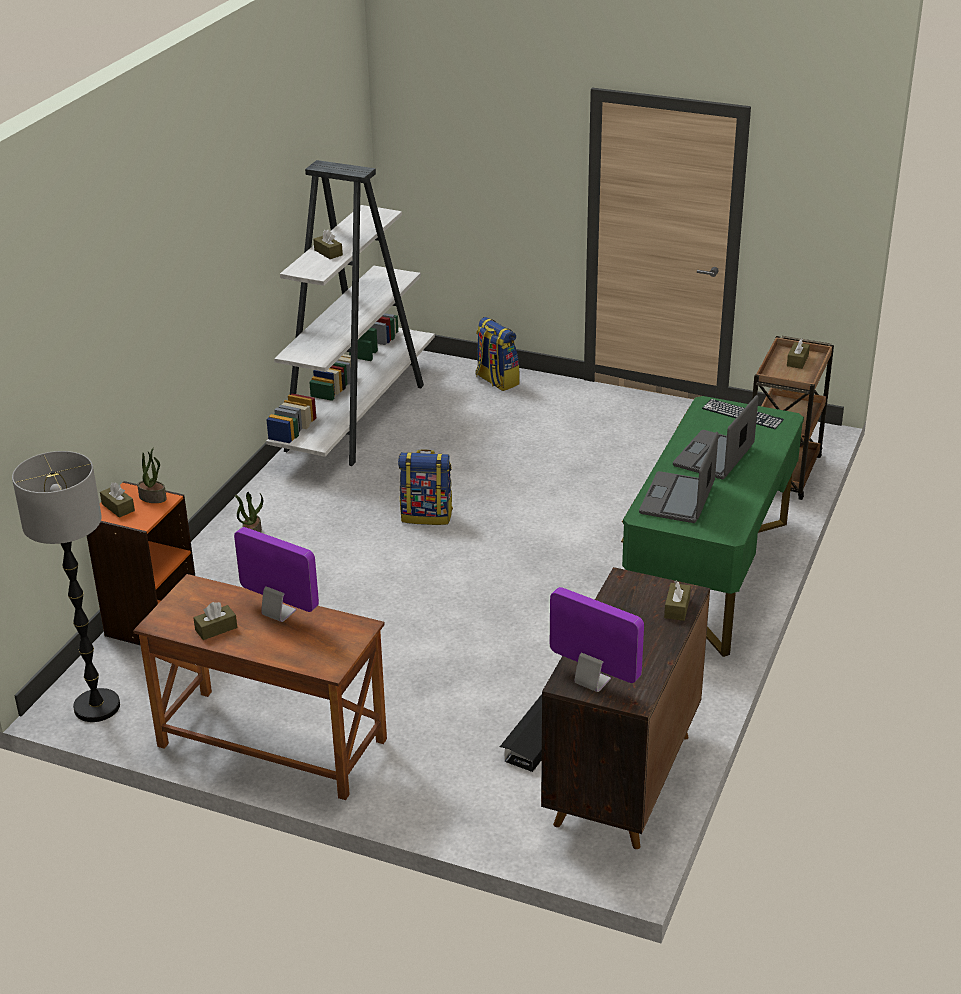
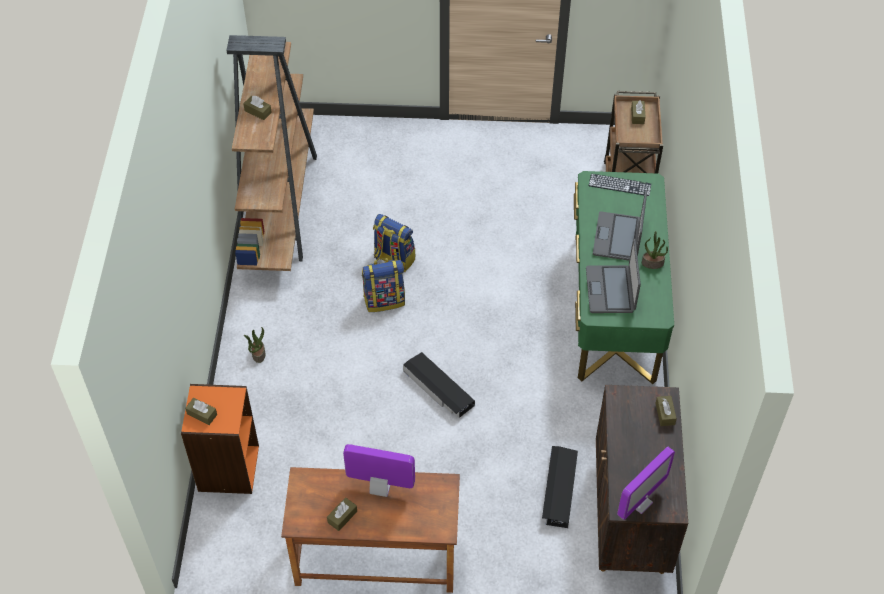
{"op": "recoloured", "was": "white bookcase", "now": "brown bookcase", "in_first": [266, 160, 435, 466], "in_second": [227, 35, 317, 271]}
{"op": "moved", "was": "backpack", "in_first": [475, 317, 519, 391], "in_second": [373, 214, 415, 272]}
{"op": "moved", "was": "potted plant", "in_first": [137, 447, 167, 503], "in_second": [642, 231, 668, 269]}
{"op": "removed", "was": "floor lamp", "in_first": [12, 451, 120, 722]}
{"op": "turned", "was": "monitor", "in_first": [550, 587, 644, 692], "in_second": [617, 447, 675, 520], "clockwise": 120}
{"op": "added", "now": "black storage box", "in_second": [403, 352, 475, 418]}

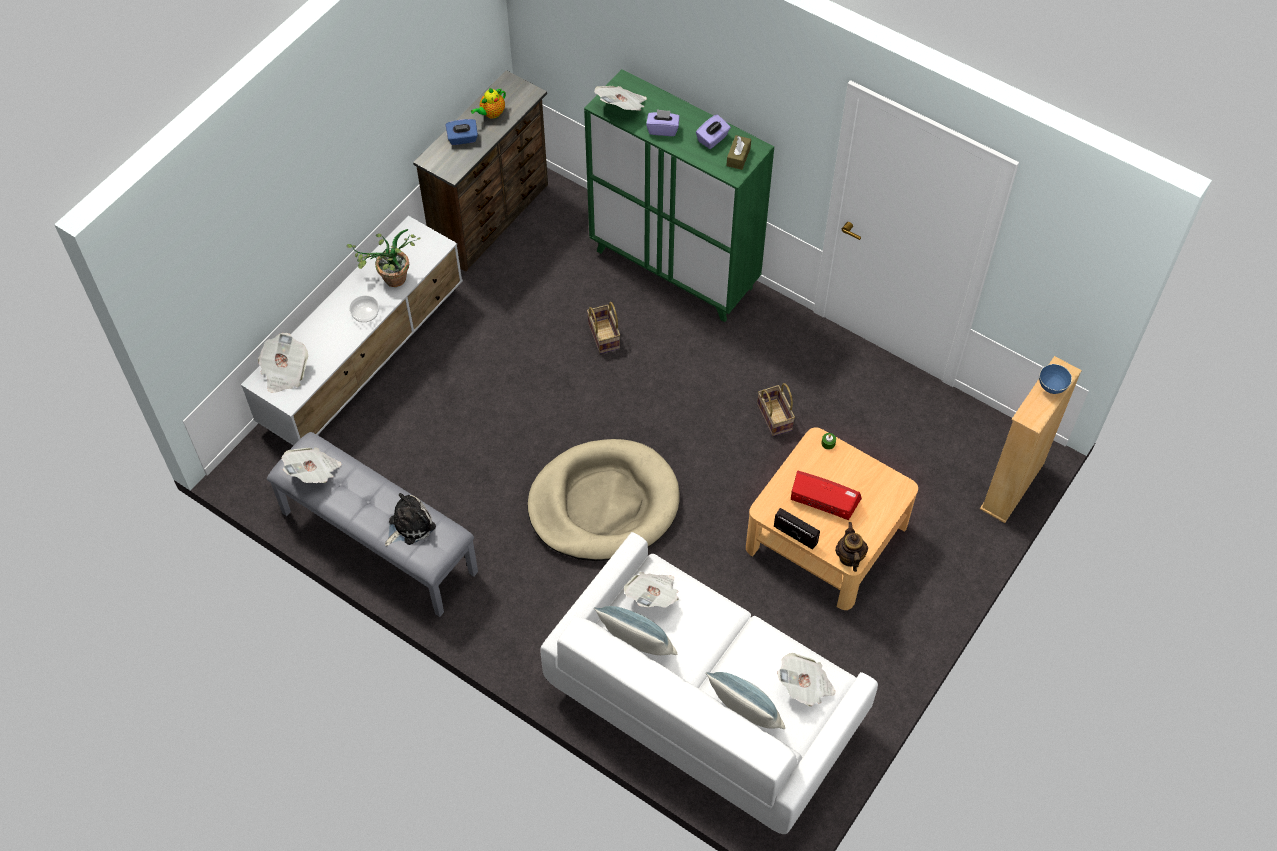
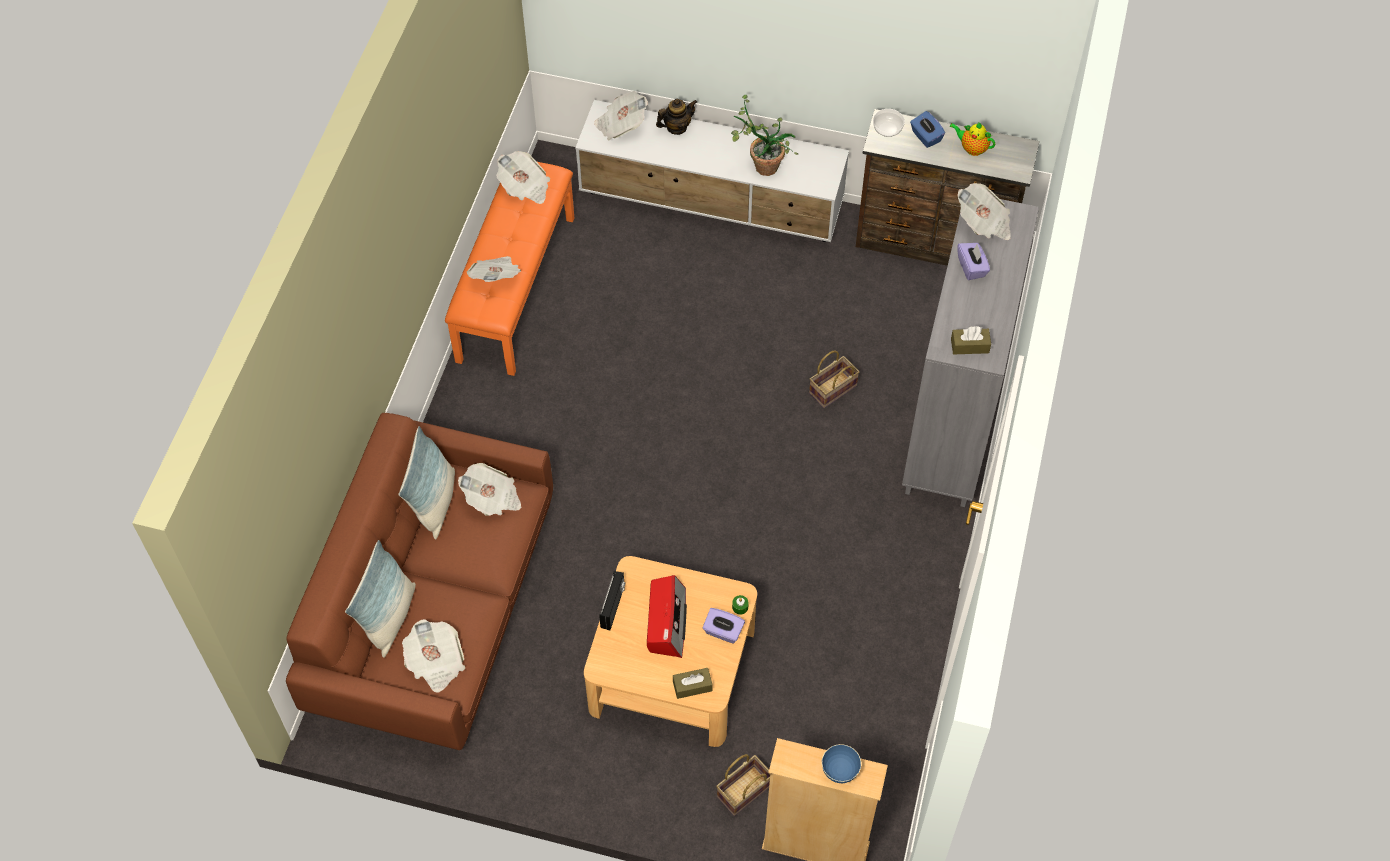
{"op": "recoloured", "was": "green cabinet", "now": "grey cabinet", "in_first": [584, 69, 774, 322], "in_second": [902, 199, 1039, 507]}
{"op": "moved", "was": "purple tissue box", "in_first": [696, 114, 731, 149], "in_second": [703, 608, 745, 644]}
{"op": "moved", "was": "bowl", "in_first": [349, 295, 379, 322], "in_second": [873, 109, 905, 137]}
{"op": "moved", "was": "basket", "in_first": [757, 383, 795, 436], "in_second": [716, 754, 770, 816]}
{"op": "recoloured", "was": "grey bench", "now": "orange bench", "in_first": [267, 432, 478, 617], "in_second": [445, 161, 574, 376]}
{"op": "removed", "was": "beige dog bed", "in_first": [528, 439, 680, 561]}
{"op": "replaced", "was": "plush toy", "now": "newspaper", "in_first": [385, 493, 436, 546], "in_second": [467, 256, 521, 282]}
{"op": "moved", "was": "teapot", "in_first": [835, 522, 868, 572], "in_second": [656, 99, 697, 135]}
{"op": "recoloured", "was": "white sofa", "now": "brown sofa", "in_first": [541, 532, 878, 834], "in_second": [286, 413, 553, 750]}
{"op": "added", "now": "brown tissue box", "in_second": [673, 668, 713, 699]}

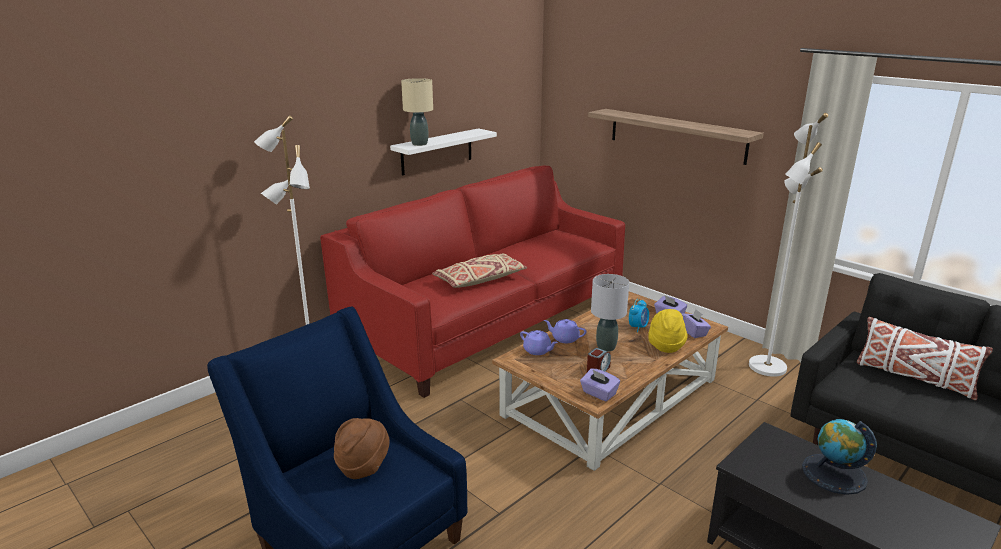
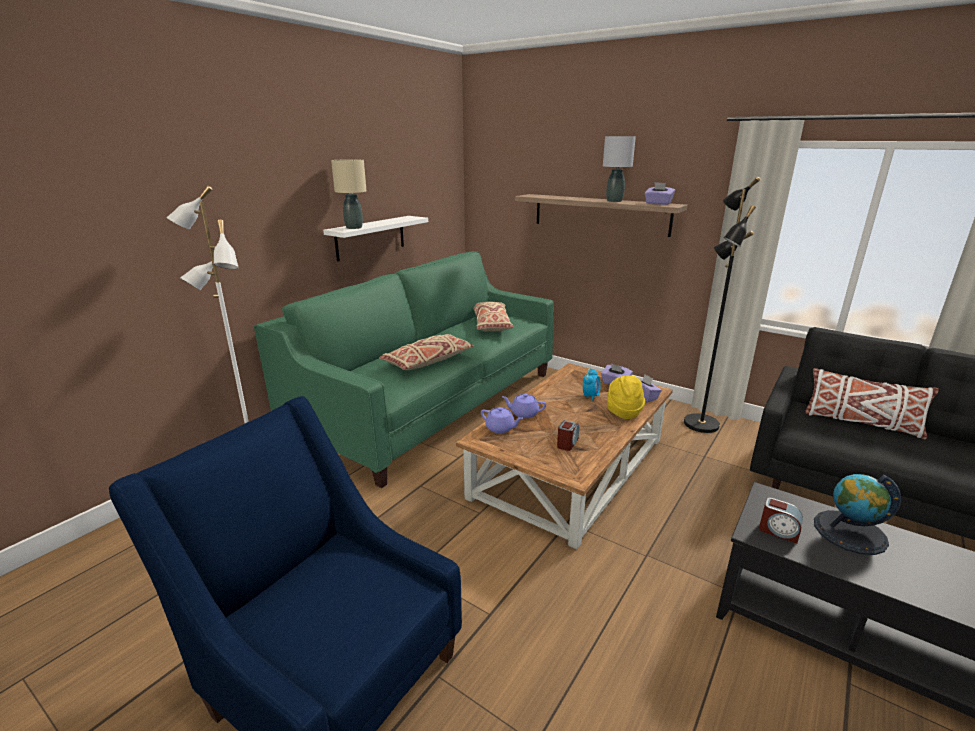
{"op": "recoloured", "was": "white floor lamp", "now": "black floor lamp", "in_first": [749, 113, 828, 377], "in_second": [684, 177, 761, 433]}
{"op": "recoloured", "was": "red sofa", "now": "green sofa", "in_first": [320, 166, 625, 398], "in_second": [254, 251, 554, 488]}
{"op": "moved", "was": "grey table lamp", "in_first": [591, 274, 629, 352], "in_second": [603, 136, 636, 202]}
{"op": "moved", "was": "purple tissue box", "in_first": [580, 368, 620, 402], "in_second": [645, 182, 675, 205]}
{"op": "removed", "was": "brown hat", "in_first": [334, 418, 390, 479]}
{"op": "added", "now": "beige pillow", "in_second": [474, 302, 514, 331]}
{"op": "added", "now": "alarm clock", "in_second": [759, 498, 803, 543]}

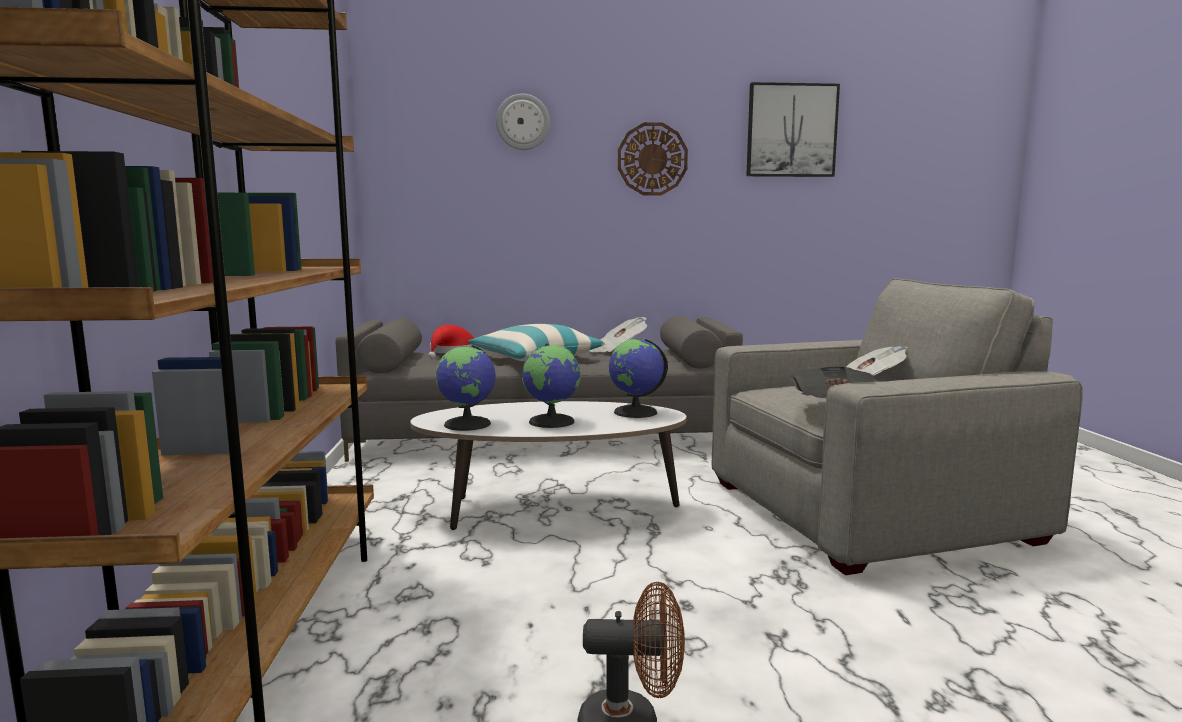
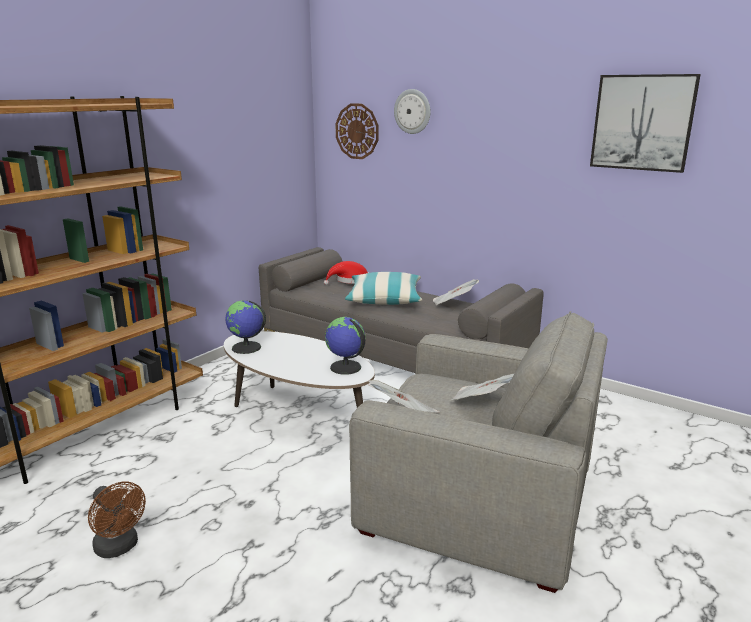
{"op": "moved", "was": "wall clock", "in_first": [618, 122, 688, 195], "in_second": [335, 103, 379, 159]}
{"op": "removed", "was": "globe", "in_first": [522, 343, 581, 428]}

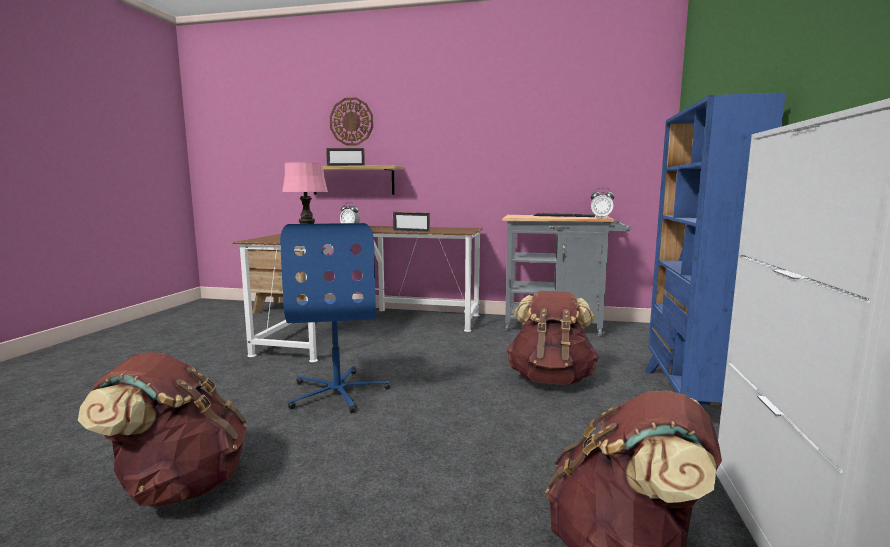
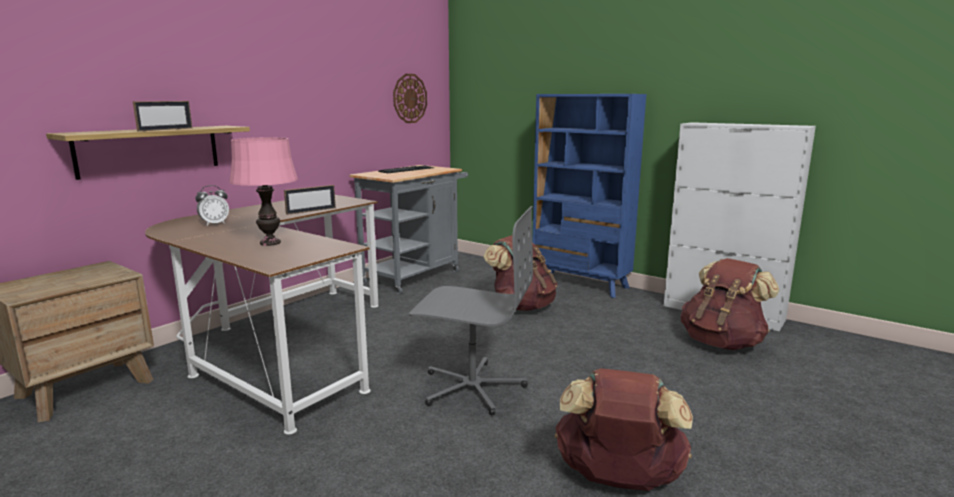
{"op": "moved", "was": "wall clock", "in_first": [330, 97, 373, 146], "in_second": [393, 74, 427, 123]}
{"op": "removed", "was": "alarm clock", "in_first": [591, 188, 615, 218]}
{"op": "recoloured", "was": "blue office chair", "now": "grey office chair", "in_first": [280, 223, 390, 413], "in_second": [409, 206, 533, 415]}

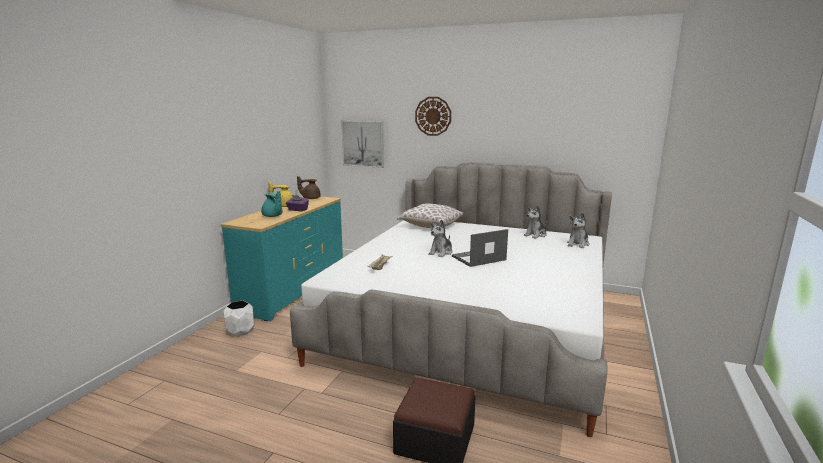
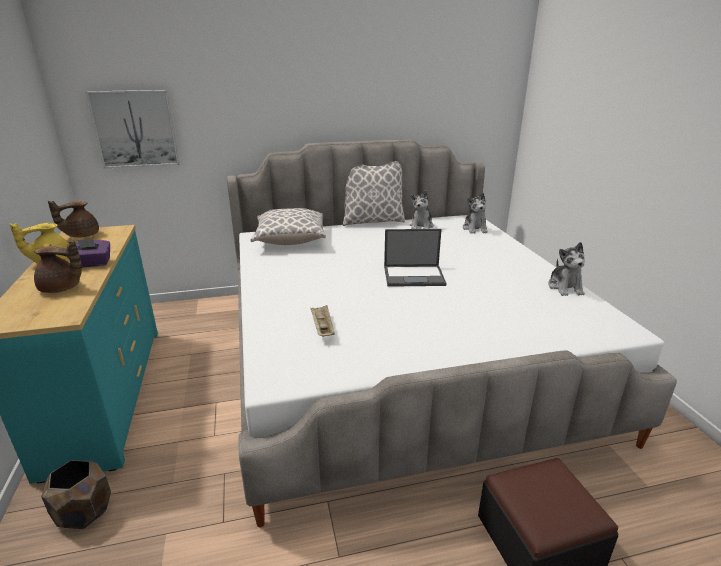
{"op": "removed", "was": "wall clock", "in_first": [415, 97, 451, 136]}
{"op": "recoloured", "was": "turquoise teapot", "now": "brown teapot", "in_first": [261, 191, 282, 217], "in_second": [34, 241, 82, 293]}
{"op": "moved", "was": "plush toy", "in_first": [428, 220, 453, 257], "in_second": [548, 242, 585, 296]}
{"op": "turned", "was": "laptop", "in_first": [452, 229, 508, 267], "in_second": [384, 229, 446, 287], "clockwise": -120}
{"op": "recoloured", "was": "white planter", "now": "brown planter", "in_first": [223, 301, 255, 337], "in_second": [41, 460, 111, 529]}
{"op": "added", "now": "pillow", "in_second": [343, 161, 405, 226]}

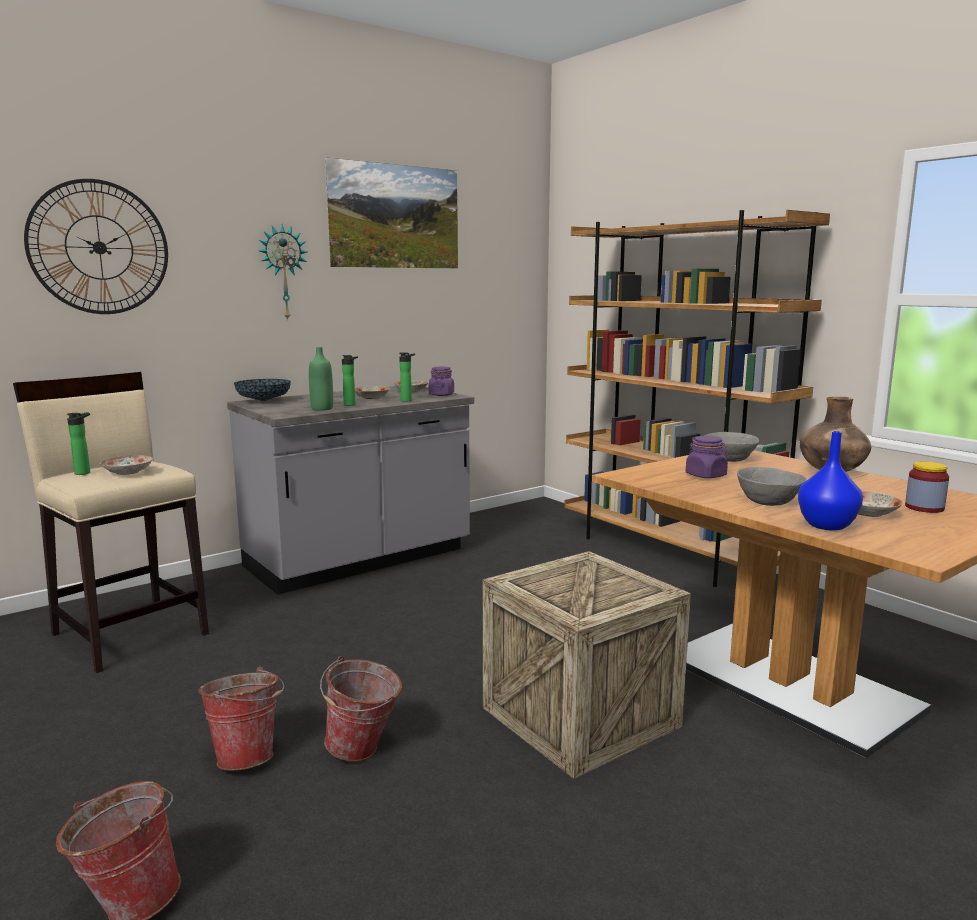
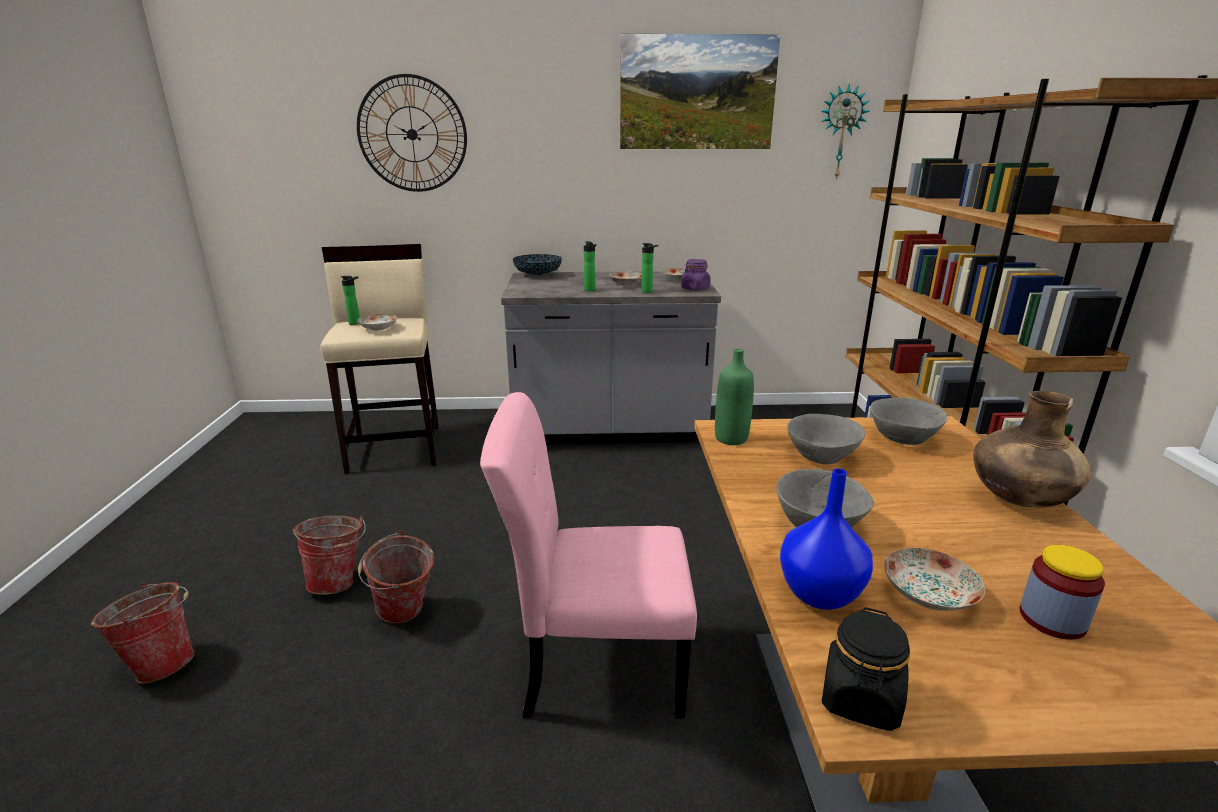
{"op": "moved", "was": "wall clock", "in_first": [259, 224, 307, 321], "in_second": [821, 83, 870, 180]}
{"op": "moved", "was": "green bottle", "in_first": [309, 347, 333, 411], "in_second": [715, 349, 754, 445]}
{"op": "replaced", "was": "purple jar", "now": "grey bowl", "in_first": [686, 436, 728, 478], "in_second": [787, 414, 865, 464]}
{"op": "replaced", "was": "crate", "now": "pink chair", "in_first": [483, 551, 691, 779], "in_second": [480, 392, 697, 719]}
{"op": "added", "now": "black jar", "in_second": [822, 607, 910, 731]}

